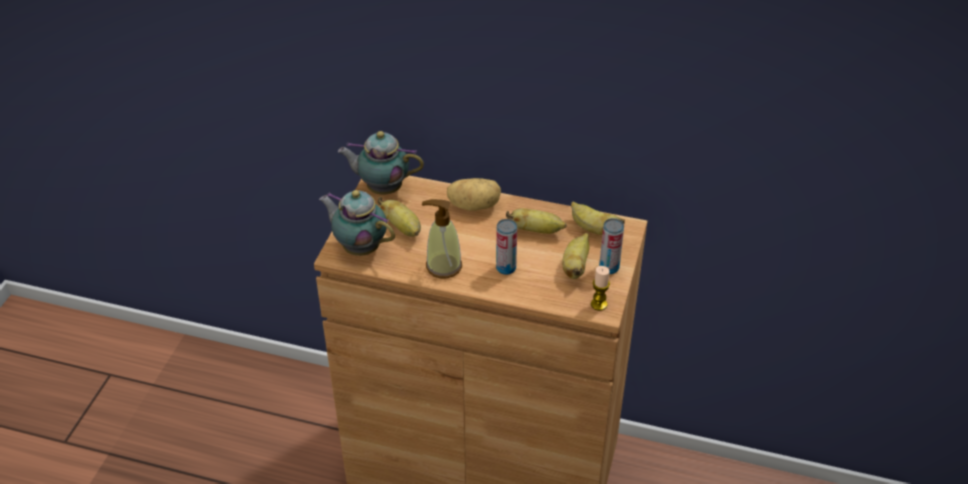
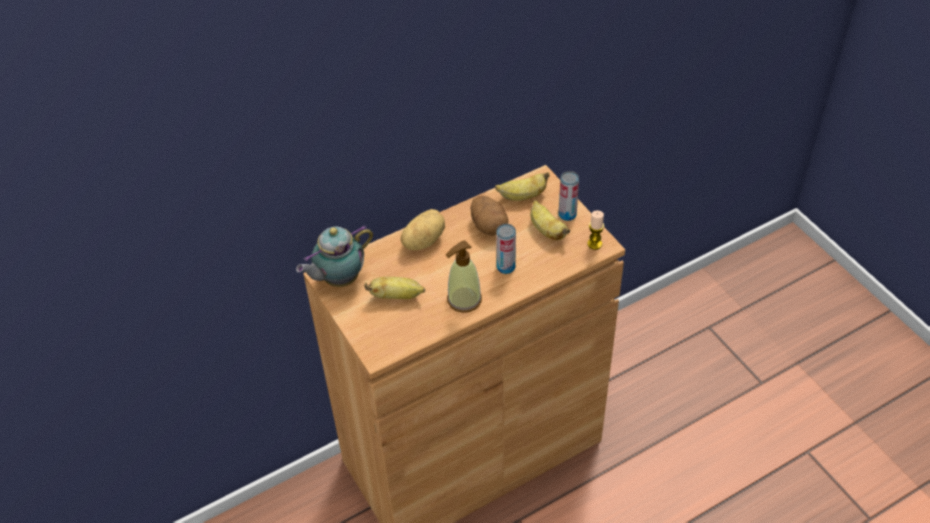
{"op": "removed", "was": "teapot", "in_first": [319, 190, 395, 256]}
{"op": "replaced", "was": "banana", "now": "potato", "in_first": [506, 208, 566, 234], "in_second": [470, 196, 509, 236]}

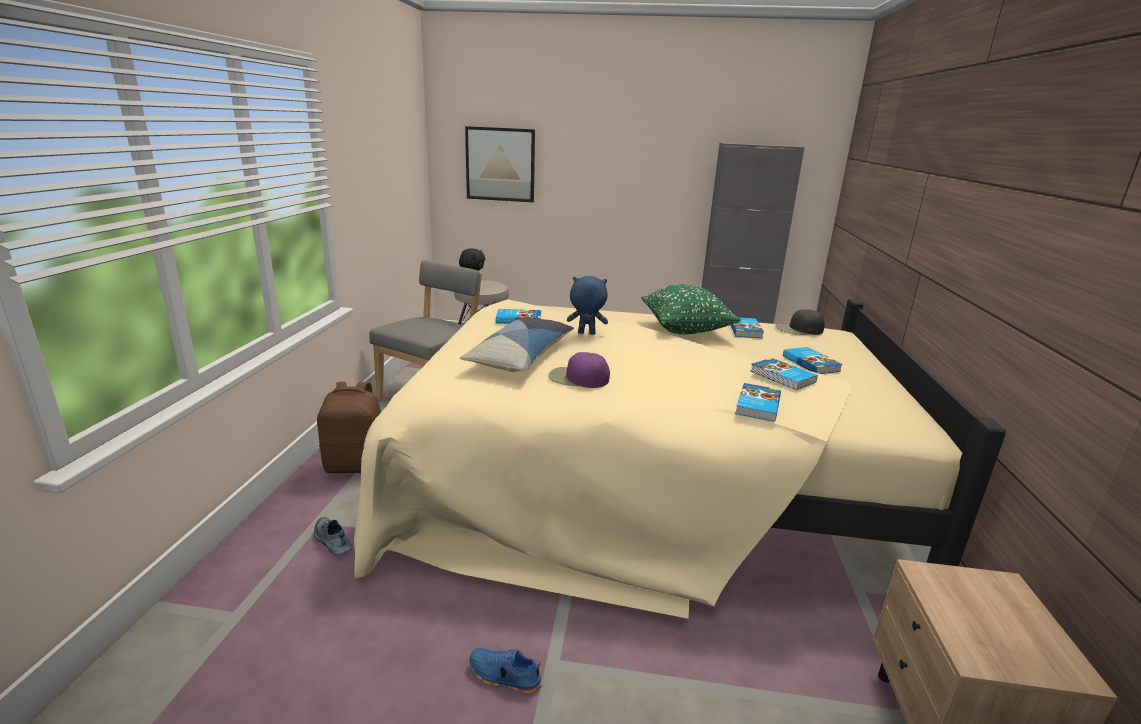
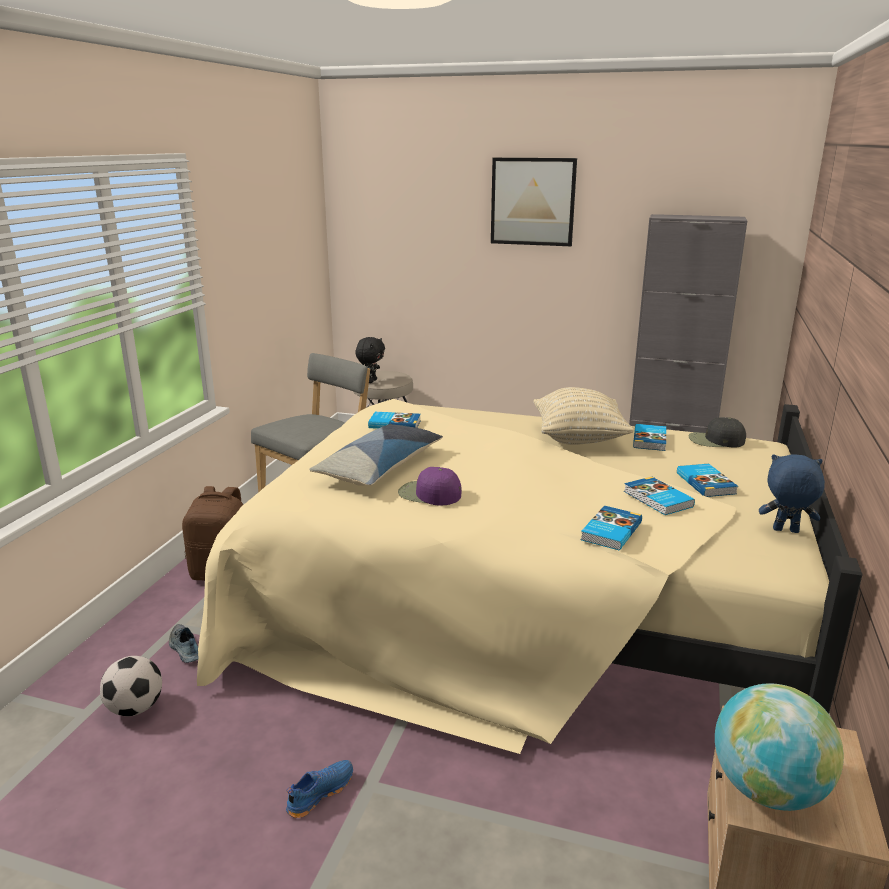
{"op": "moved", "was": "picture", "in_first": [465, 126, 535, 202], "in_second": [491, 158, 577, 246]}
{"op": "moved", "was": "blue plush toy", "in_first": [567, 276, 608, 335], "in_second": [759, 454, 825, 533]}
{"op": "recoloured", "was": "green pillow", "now": "beige pillow", "in_first": [641, 284, 741, 335], "in_second": [533, 387, 634, 445]}
{"op": "turned", "was": "blue shoe", "in_first": [469, 648, 543, 694], "in_second": [286, 760, 353, 818], "clockwise": 105}
{"op": "added", "now": "football", "in_second": [100, 656, 162, 716]}
{"op": "added", "now": "globe", "in_second": [715, 684, 844, 811]}

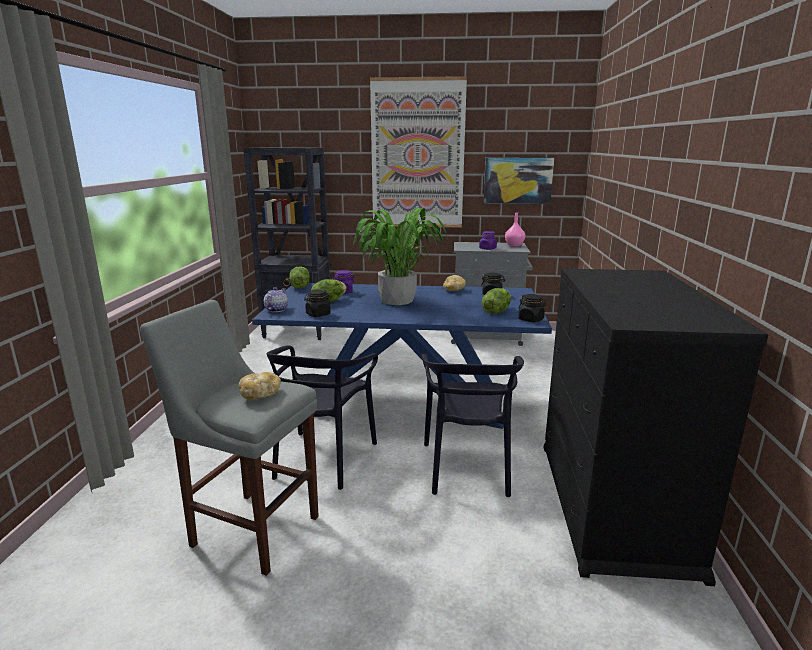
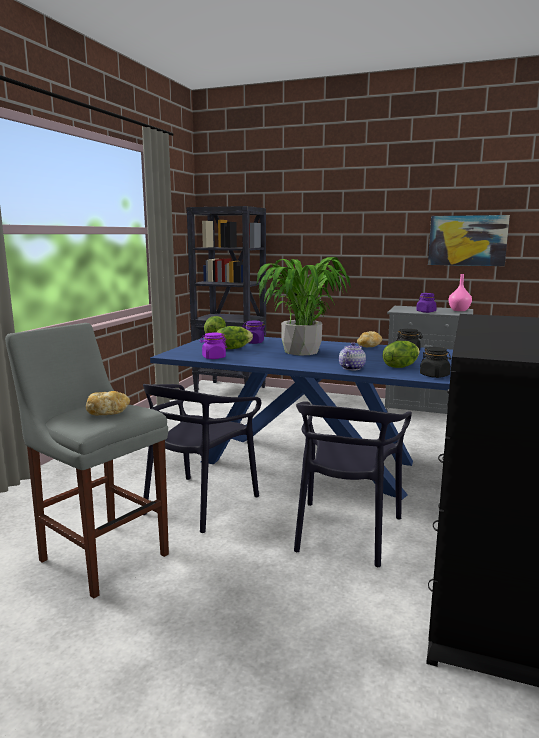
{"op": "removed", "was": "picture", "in_first": [370, 76, 467, 228]}
{"op": "moved", "was": "teapot", "in_first": [264, 287, 288, 312], "in_second": [339, 342, 366, 370]}
{"op": "recoloured", "was": "black jar", "now": "purple jar", "in_first": [304, 289, 331, 317], "in_second": [200, 333, 227, 359]}

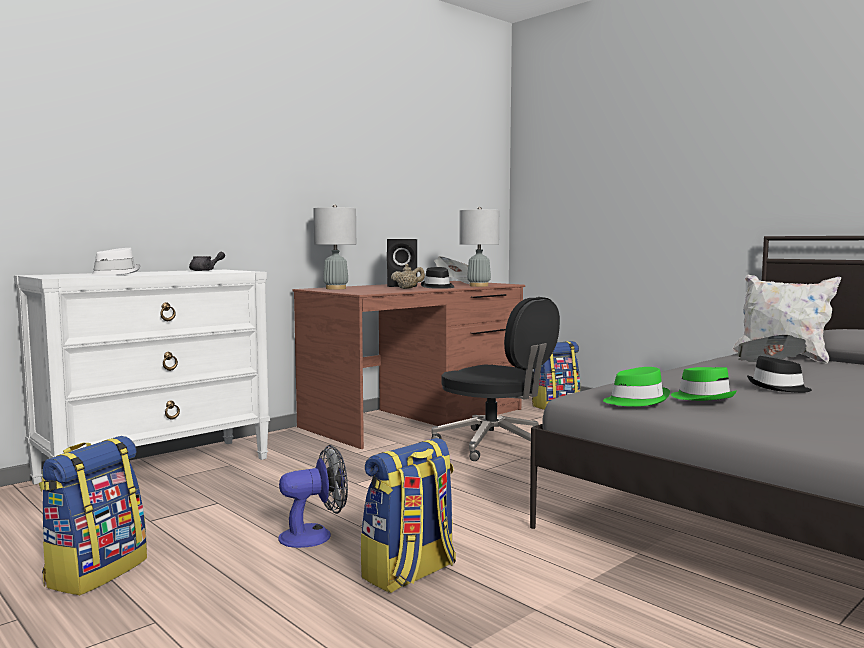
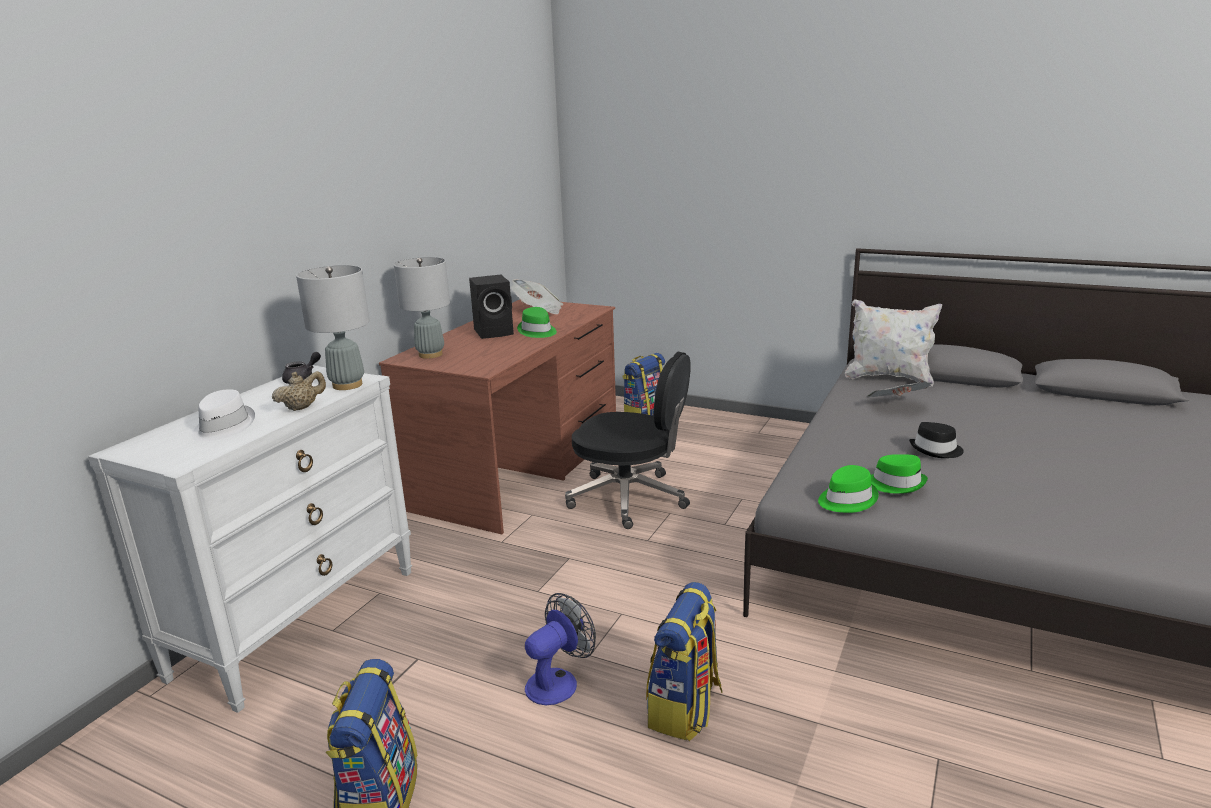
{"op": "moved", "was": "grey table lamp", "in_first": [459, 207, 499, 287], "in_second": [296, 265, 370, 390]}
{"op": "moved", "was": "beige teapot", "in_first": [391, 264, 425, 289], "in_second": [272, 371, 326, 411]}
{"op": "recoloured", "was": "black hat", "now": "green hat", "in_first": [421, 267, 454, 289], "in_second": [517, 307, 557, 338]}

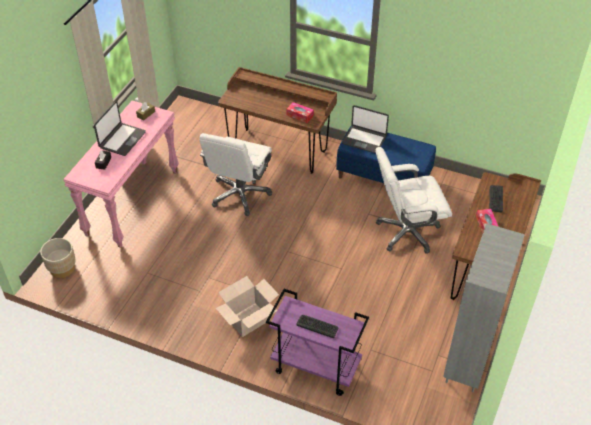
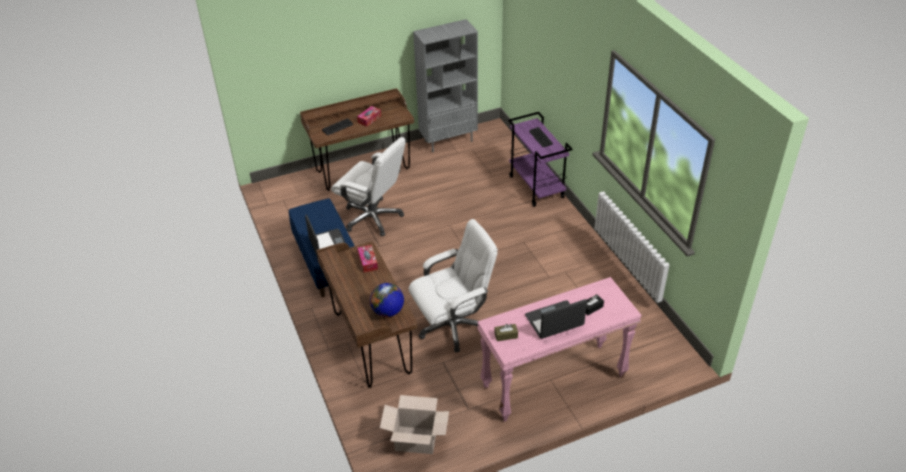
{"op": "removed", "was": "beige planter", "in_first": [40, 238, 76, 278]}
{"op": "moved", "was": "cardboard box", "in_first": [216, 276, 279, 337], "in_second": [380, 395, 449, 454]}
{"op": "added", "now": "globe", "in_second": [370, 283, 404, 317]}

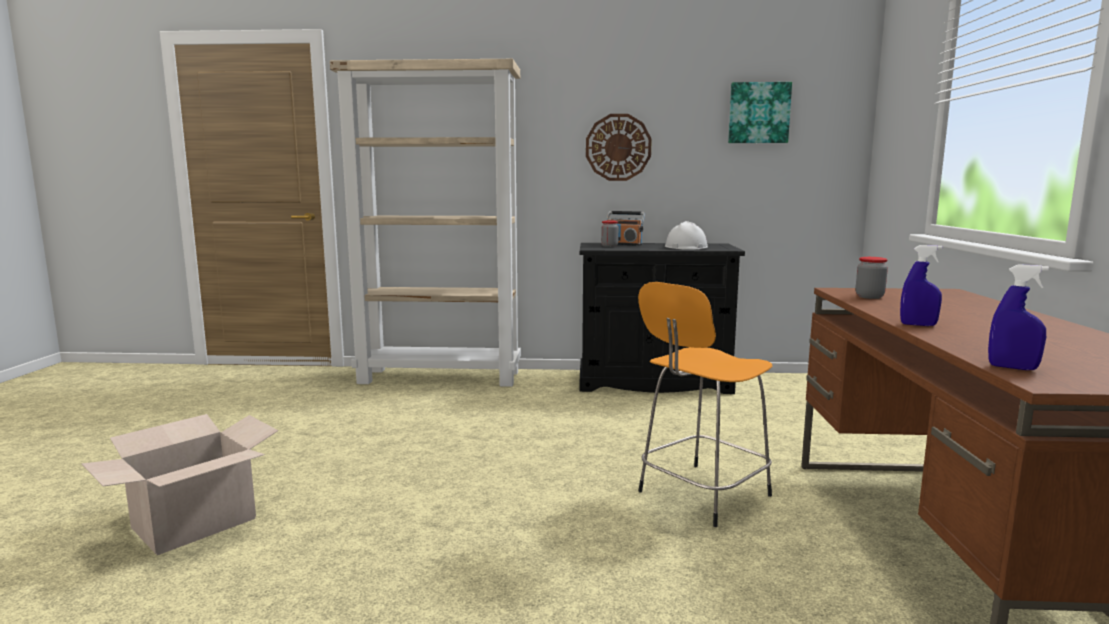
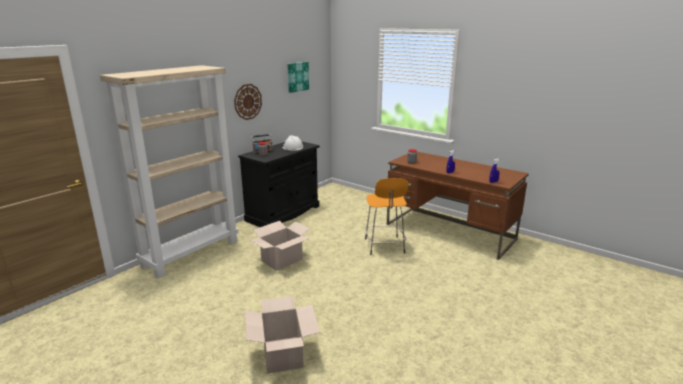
{"op": "added", "now": "cardboard box", "in_second": [251, 221, 310, 271]}

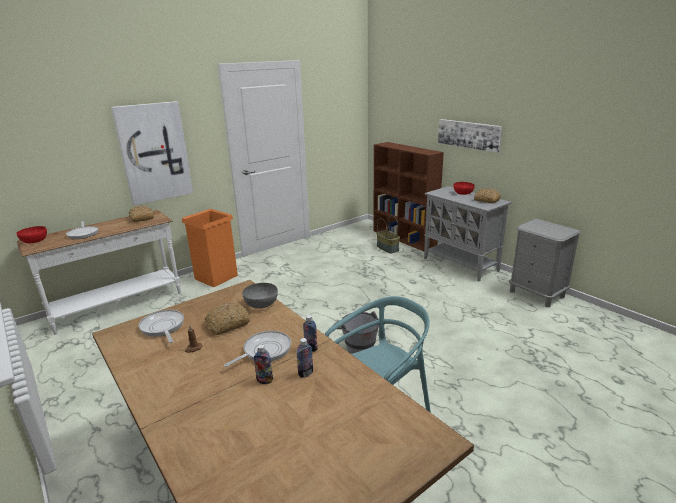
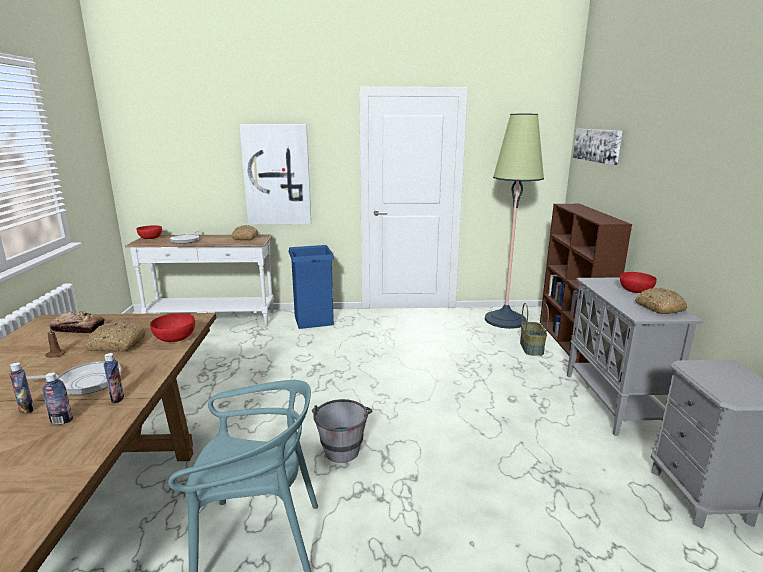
{"op": "moved", "was": "picture", "in_first": [438, 119, 502, 153], "in_second": [573, 129, 623, 165]}
{"op": "recoloured", "was": "orange trash can", "now": "blue trash can", "in_first": [182, 209, 238, 287], "in_second": [289, 245, 334, 329]}
{"op": "recoloured", "was": "grey bowl", "now": "red bowl", "in_first": [242, 283, 278, 309], "in_second": [150, 313, 195, 342]}
{"op": "replaced", "was": "frying pan", "now": "bread", "in_first": [139, 310, 184, 343], "in_second": [49, 311, 105, 334]}
{"op": "added", "now": "floor lamp", "in_second": [485, 114, 544, 329]}

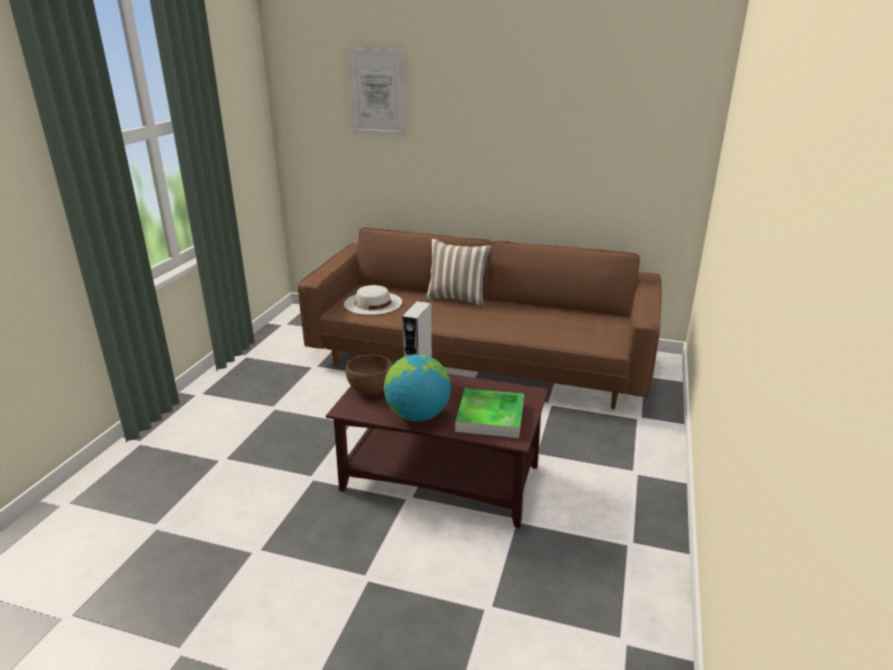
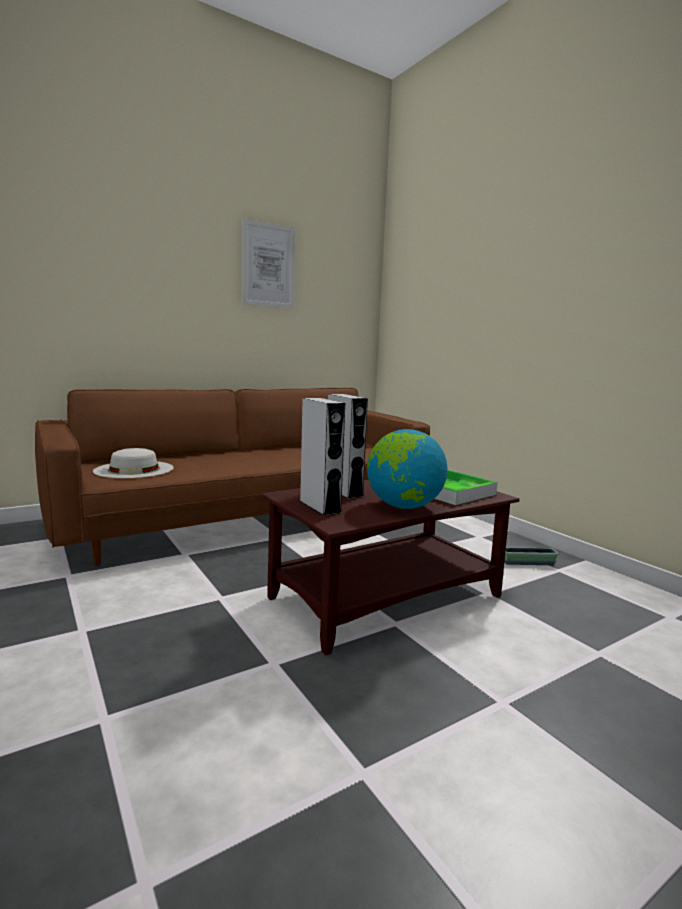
{"op": "moved", "was": "picture", "in_first": [348, 49, 406, 136], "in_second": [242, 219, 295, 309]}
{"op": "removed", "was": "pillow", "in_first": [426, 238, 492, 307]}
{"op": "replaced", "was": "brown bowl", "now": "grey speaker", "in_first": [346, 355, 392, 396], "in_second": [300, 398, 345, 516]}
{"op": "added", "now": "planter", "in_second": [504, 547, 558, 565]}

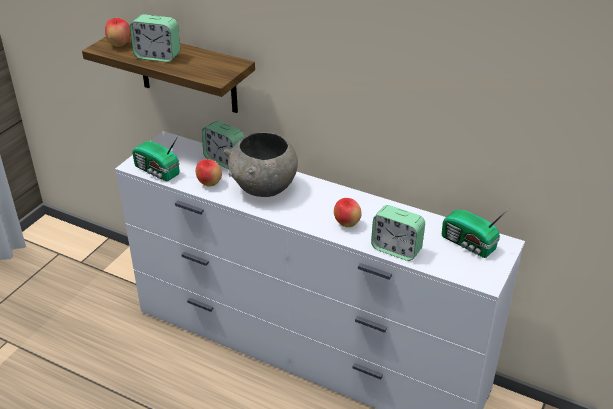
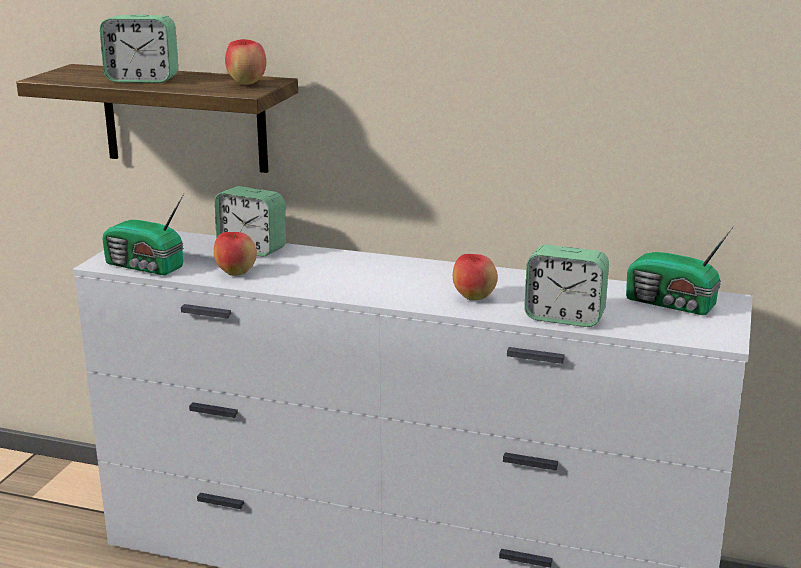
{"op": "moved", "was": "apple", "in_first": [105, 18, 131, 47], "in_second": [225, 39, 266, 85]}
{"op": "removed", "was": "grey bowl", "in_first": [223, 132, 298, 197]}

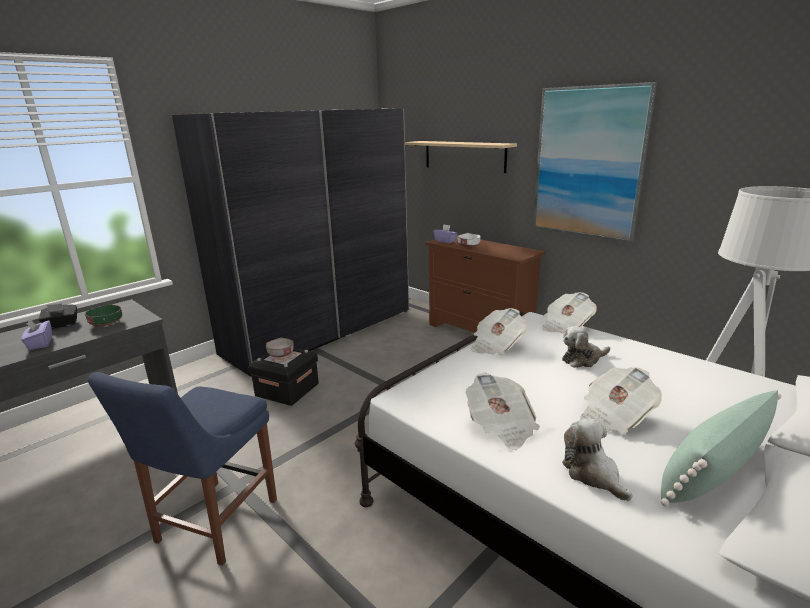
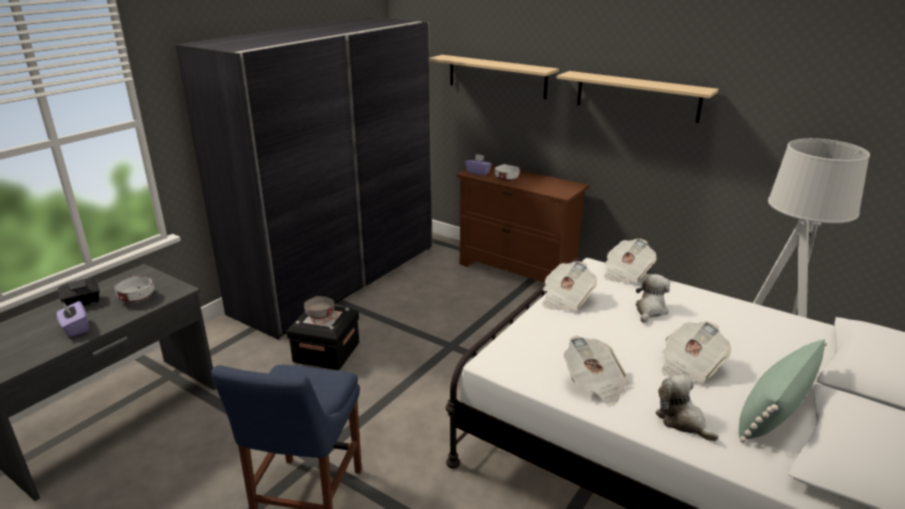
{"op": "replaced", "was": "picture", "now": "beige shelf", "in_first": [533, 82, 657, 243], "in_second": [556, 71, 719, 123]}
{"op": "recoloured", "was": "green bowl", "now": "white bowl", "in_first": [85, 304, 122, 326], "in_second": [114, 275, 154, 302]}
{"op": "turned", "was": "plush toy", "in_first": [562, 326, 610, 368], "in_second": [636, 274, 670, 323], "clockwise": 150}

